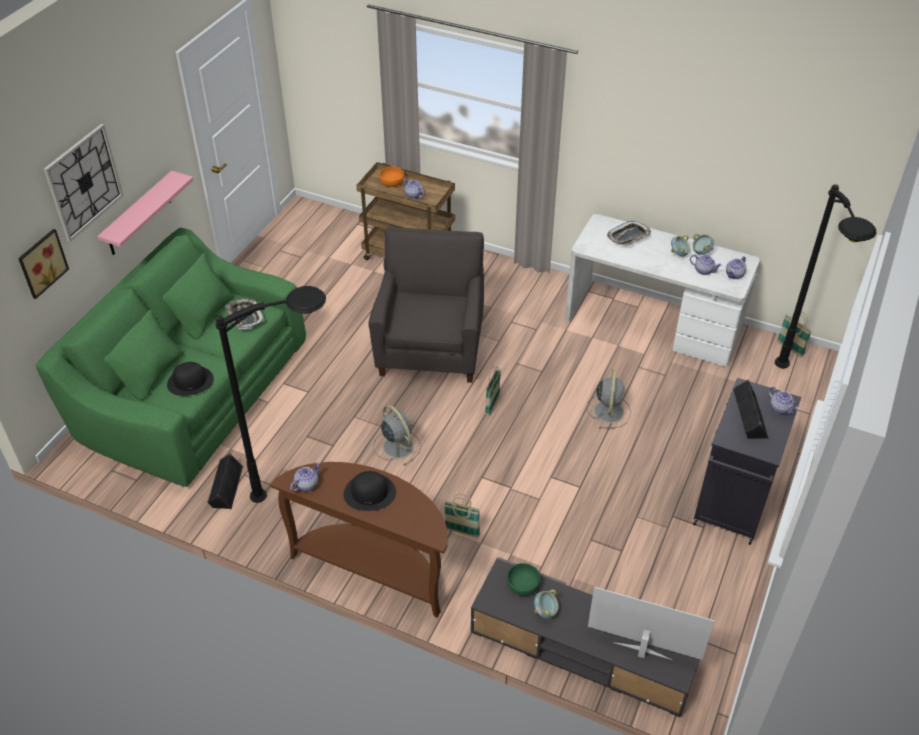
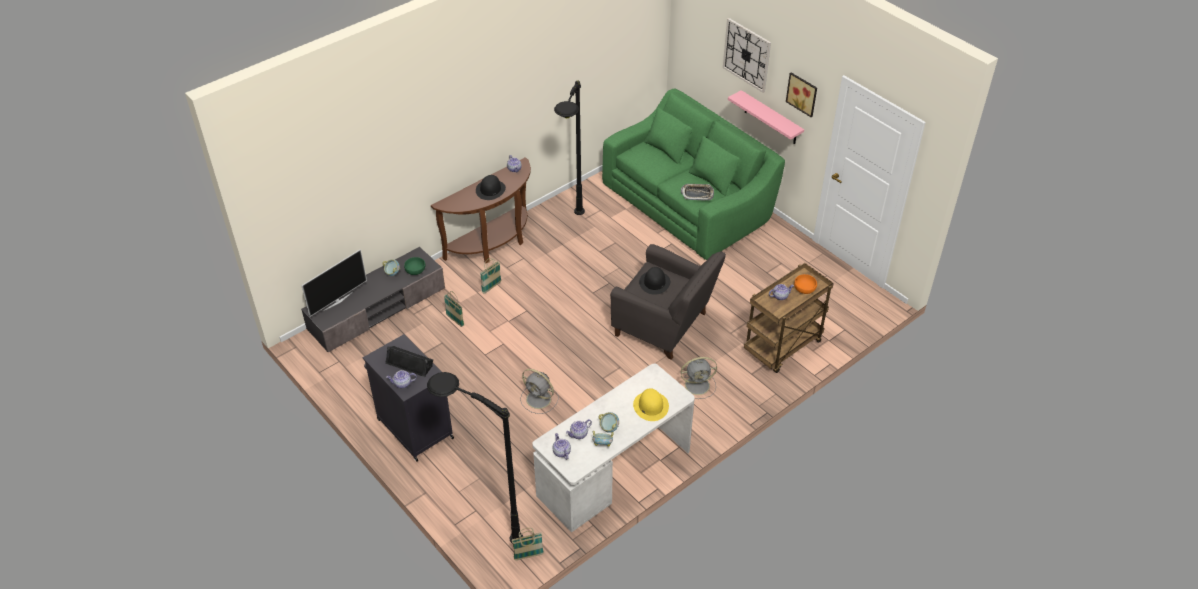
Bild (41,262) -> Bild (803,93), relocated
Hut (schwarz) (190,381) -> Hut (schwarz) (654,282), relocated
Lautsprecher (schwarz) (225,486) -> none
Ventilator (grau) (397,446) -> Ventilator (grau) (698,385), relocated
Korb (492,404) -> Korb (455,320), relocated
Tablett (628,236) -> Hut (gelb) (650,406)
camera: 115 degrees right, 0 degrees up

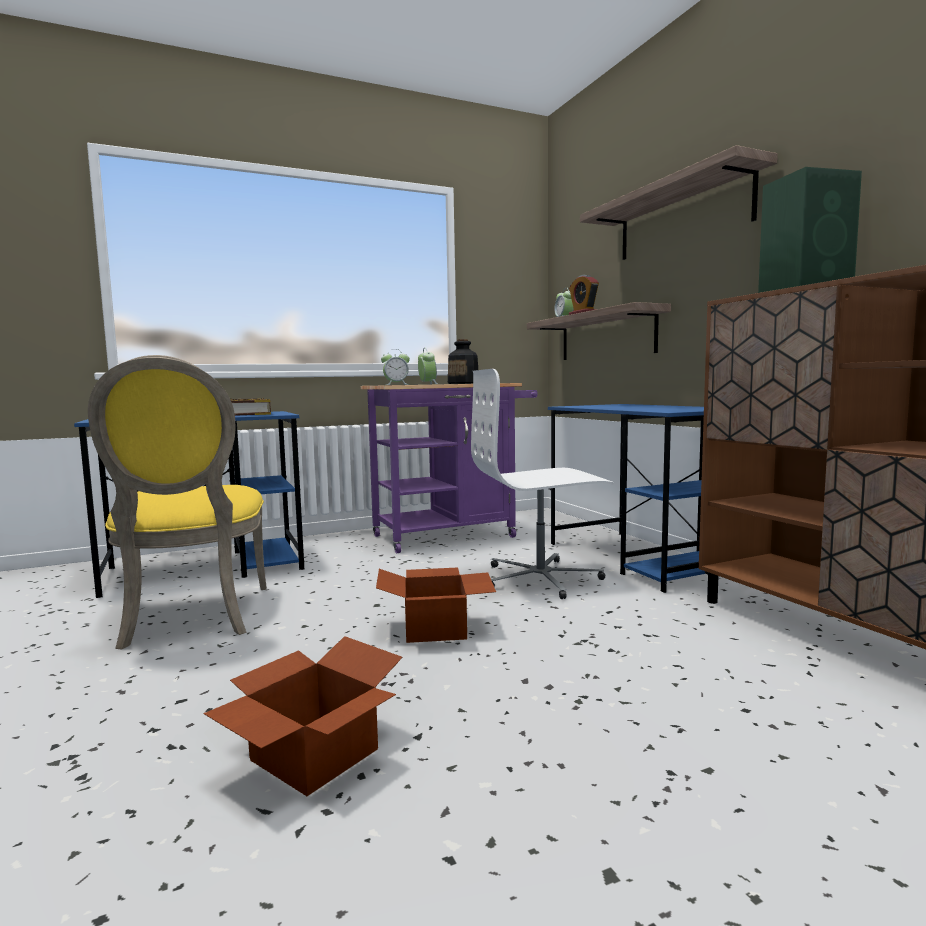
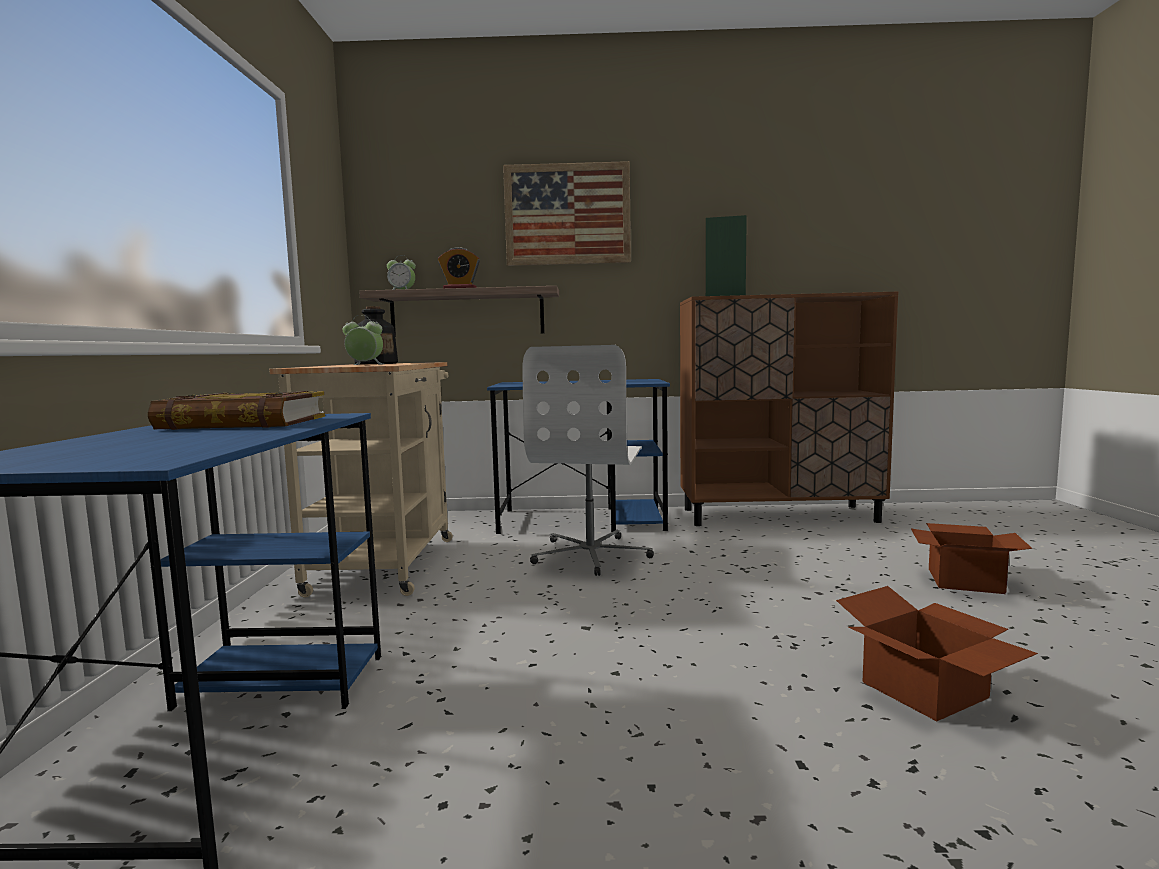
Stuhl (gelb) (191,618) -> none
Rollwagen (lila) (452,535) -> Rollwagen (beige) (387,561)
Karton (437,629) -> Karton (966,580), relocated
Wecker (396,384) -> none
Wandregal (682,217) -> Bild (567,215)
camera: 65 degrees left, 0 degrees up

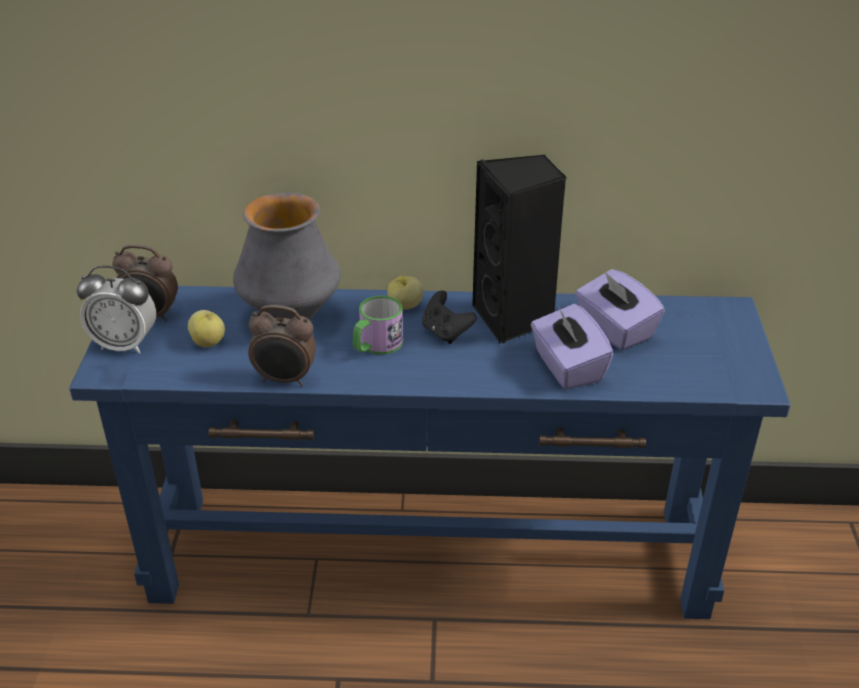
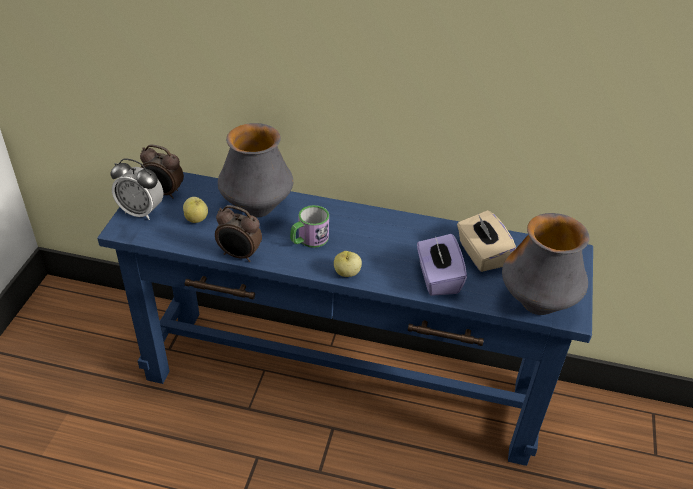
Apfel (405,306) -> Apfel (346,273), relocated
Gamepad (schwarz) (446,332) -> none
Lautsprecher (schwarz) (514,319) -> none
Taschentuchbox (lila) (614,329) -> Taschentuchbox (beige) (481,254)
none -> Vase (536,305)
camera: 10 degrees right, 5 degrees up

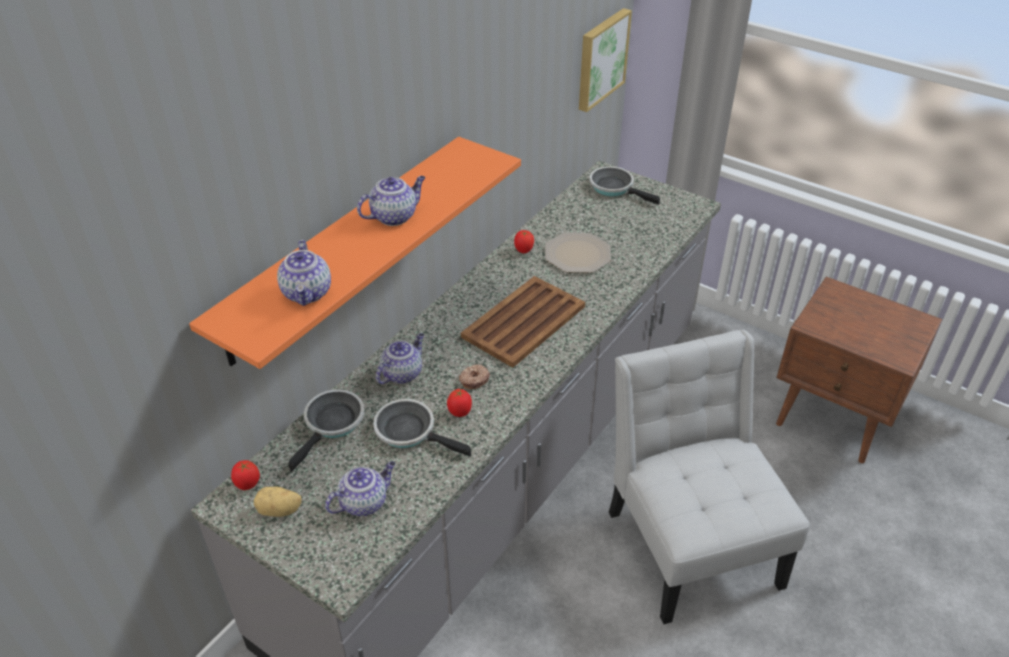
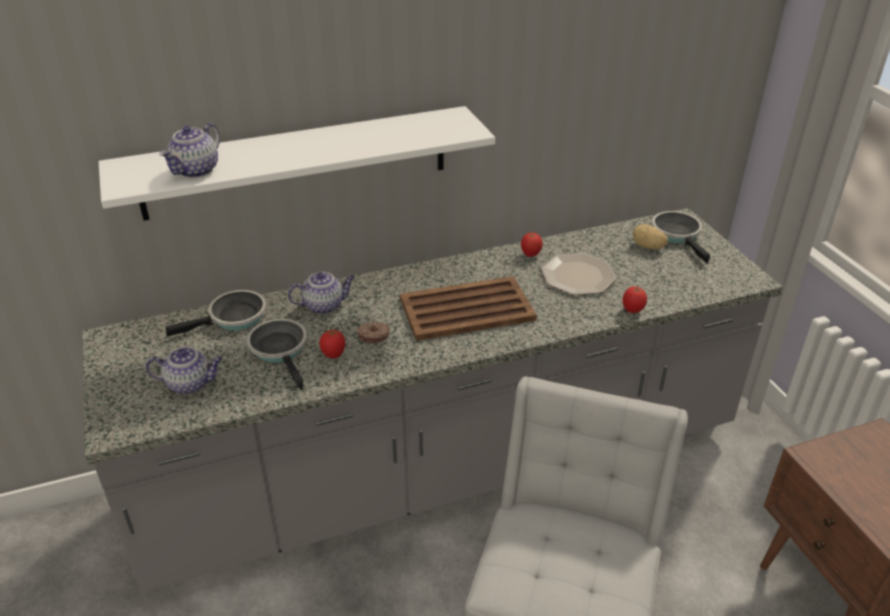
Wandregal (orange) (345,246) -> Wandregal (weiß) (297,162)
Tomate (248,485) -> Tomate (632,310), relocated
Kartoffel (279,511) -> Kartoffel (647,247), relocated
Teekanne (394,216) -> none
Bild (600,59) -> none
camera: 35 degrees right, 5 degrees down

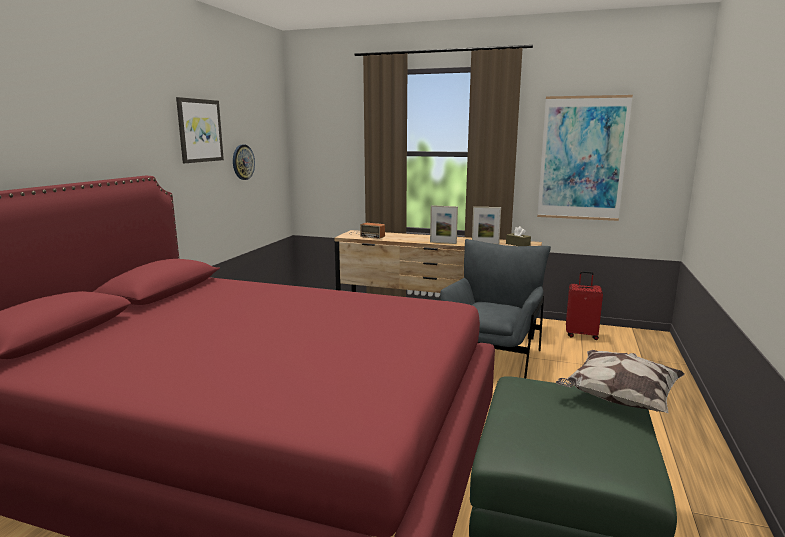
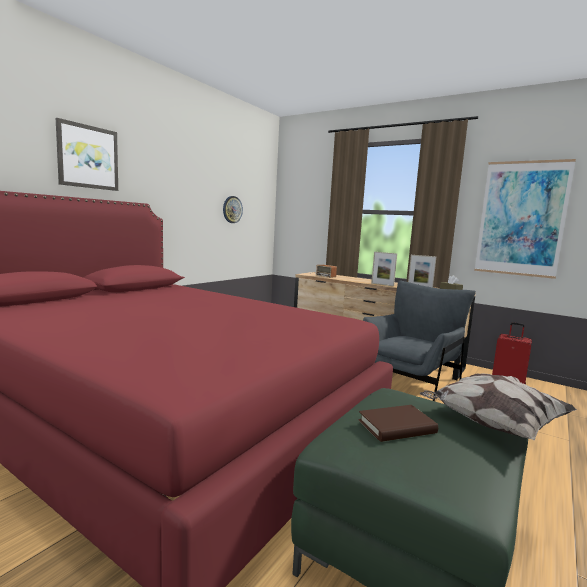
Bild (199,130) -> Bild (88,157), relocated
none -> Buch (braun) (397,427)
camera: 15 degrees right, 5 degrees down

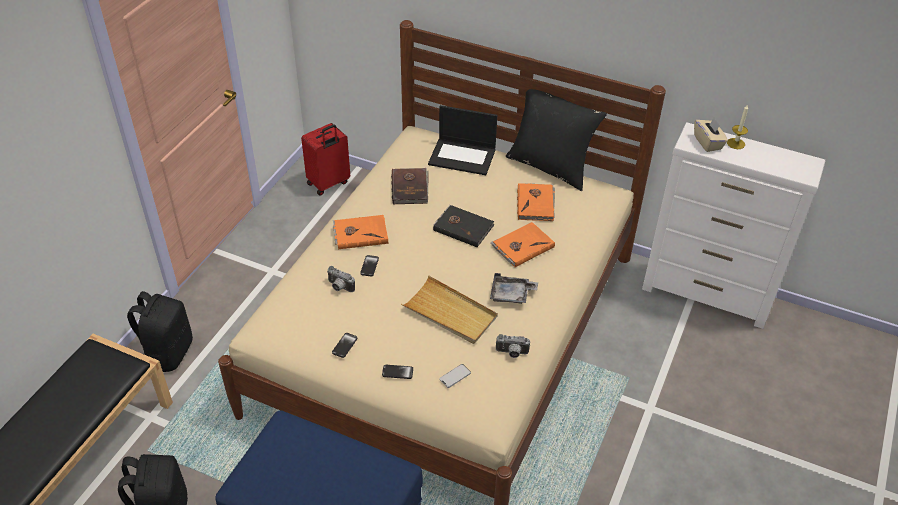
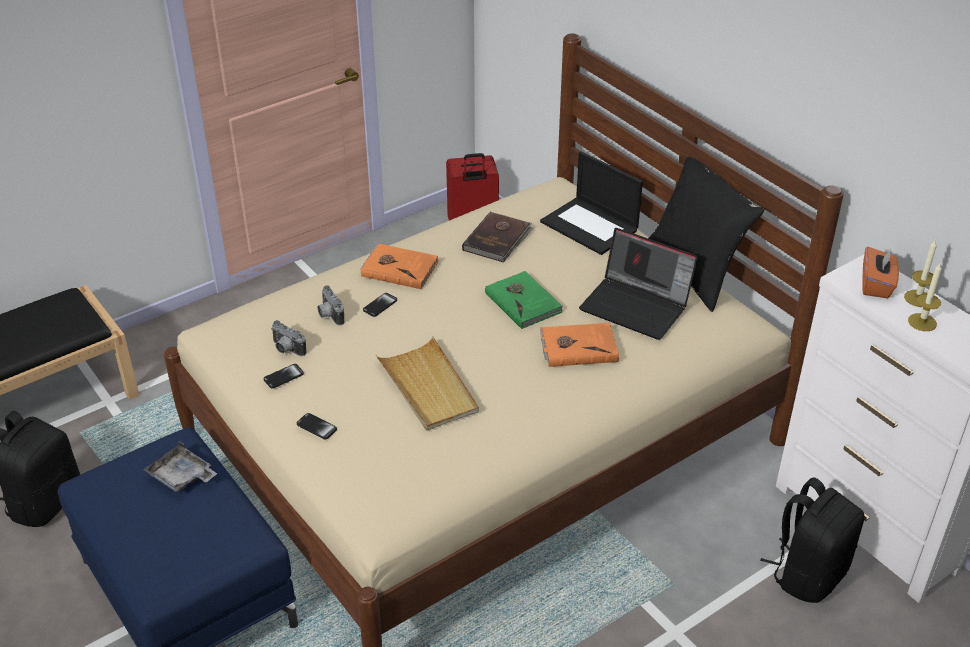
Rucksack (schwarz) (168,353) -> Rucksack (schwarz) (808,574), relocated
Buch (schwarz) (463,227) -> Buch (grün) (524,302)
Handy (455,376) -> none
Tablett (grau) (511,295) -> Tablett (grau) (181,477), relocated
Kamera (512,353) -> Kamera (286,349), relocated
Buch (orange) (536,204) -> Laptop (637,306)
Taschentuchbox (beige) (708,143) -> Taschentuchbox (orange) (876,285)
none -> Kerze (922,322)
camera: 30 degrees right, 5 degrees down

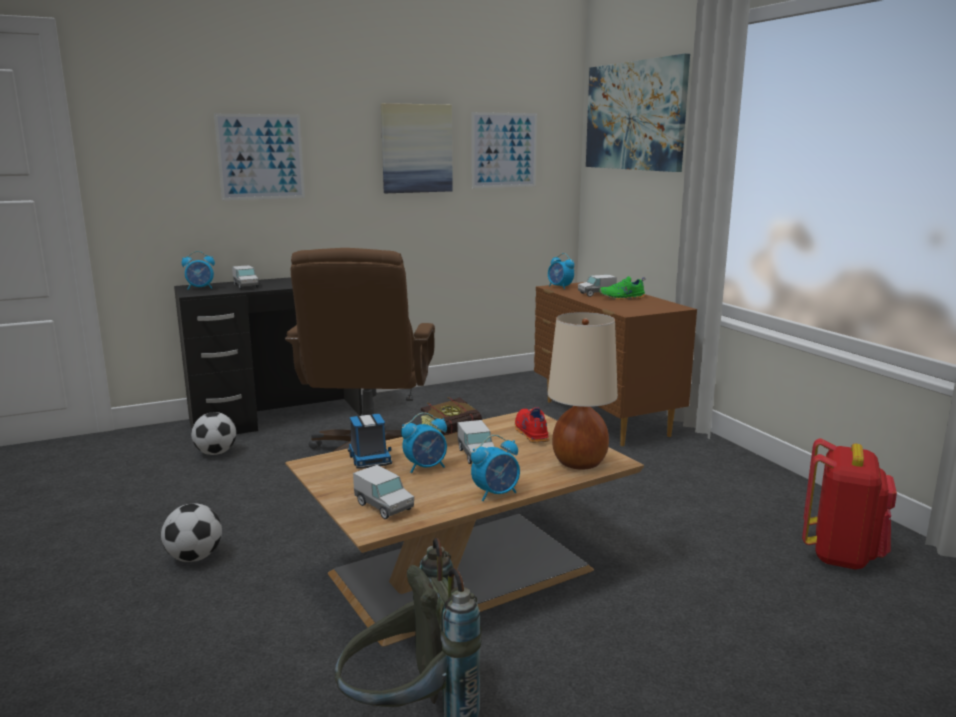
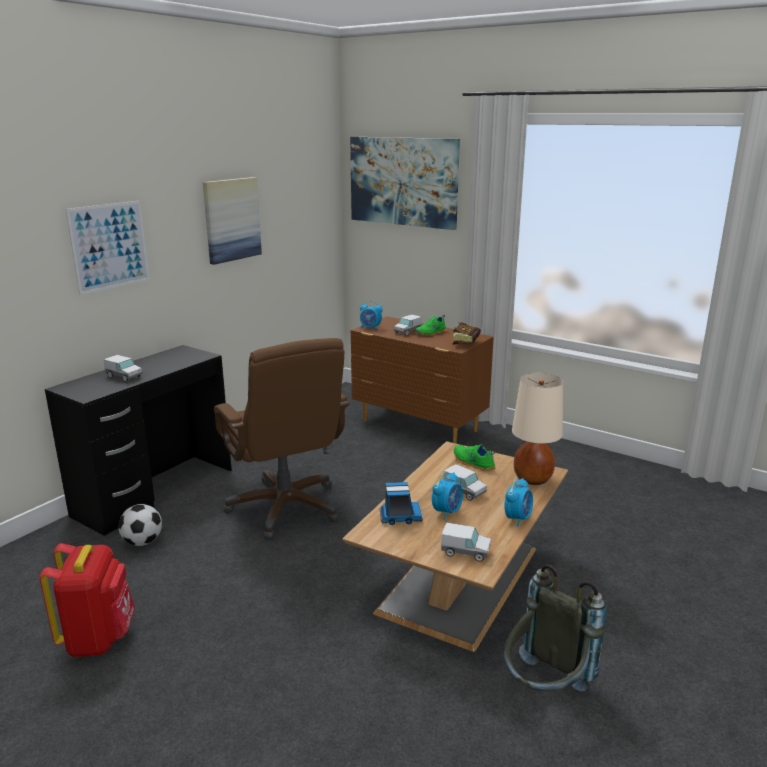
Fußball (194,557) -> none
Wecker (200,288) -> none
Spielzeuglaster (369,459) -> Spielzeuglaster (400,517), 45 degrees counterclockwise
Buch (456,434) -> Buch (466,343), relocated
Bild (504,150) -> none
Schuh (rot) (530,433) -> Schuh (grün) (473,463)
Rucksack (rot) (841,555) -> Rucksack (rot) (98,638), relocated
camera: 30 degrees left, 5 degrees up

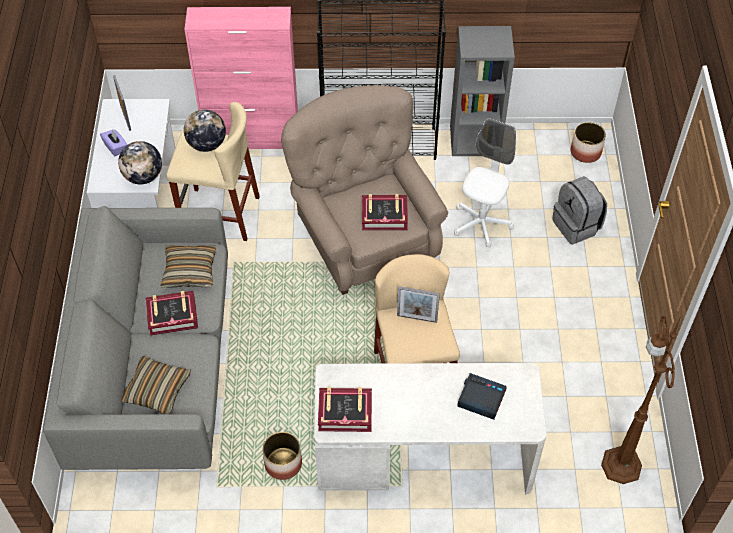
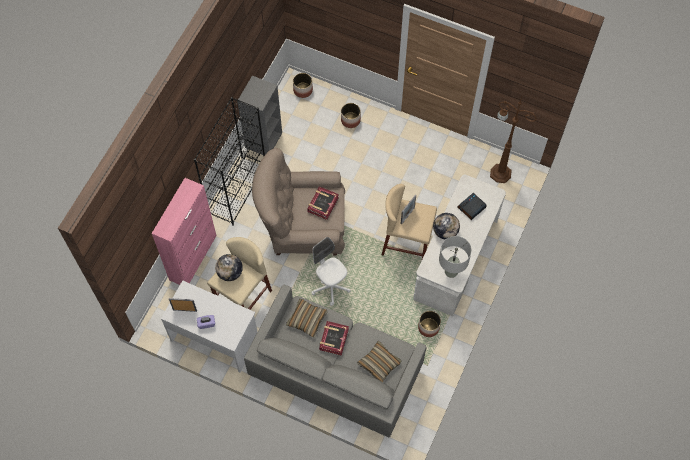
Globus (143,176) -> Globus (445,231), relocated
Buch (345,412) -> Tischlampe (grau) (451,272)
Bürostuhl (weiß) (481,224) -> Bürostuhl (weiß) (330,286), relocated
Rucksack (grau) (577,226) -> Pflanzkübel (350,120)
camera: 65 degrees left, 10 degrees up

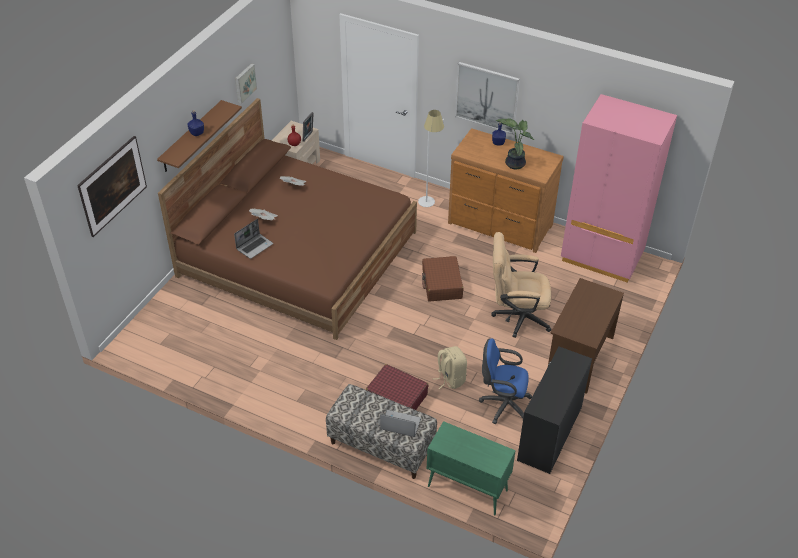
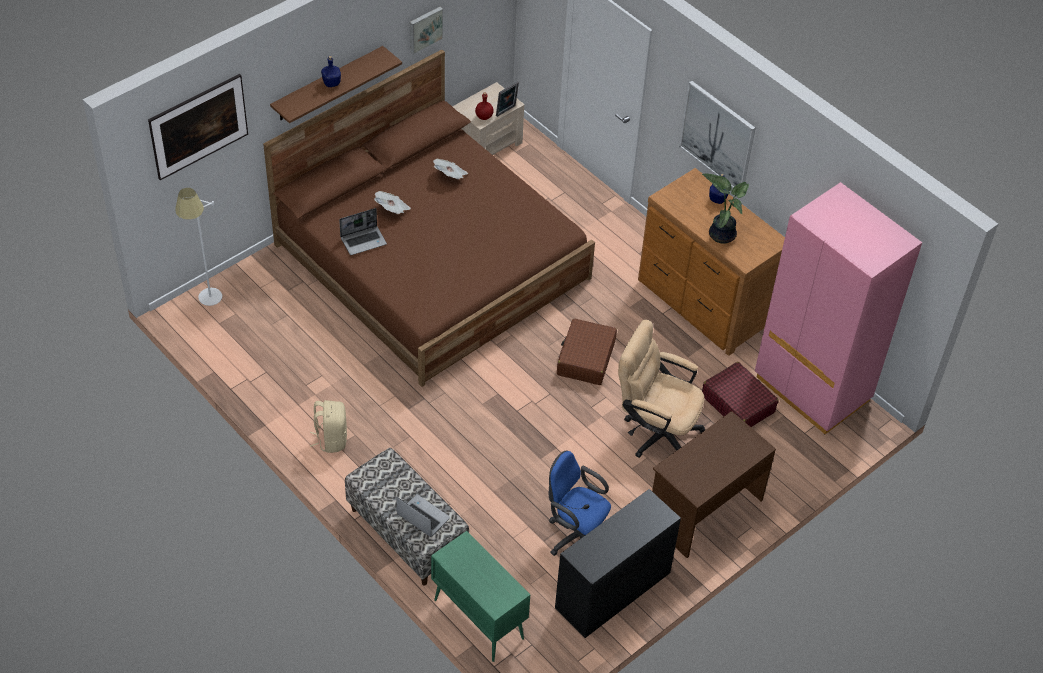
Koffer (rot) (396,397) -> Koffer (rot) (738,403), relocated
Stehlampe (weiß) (429,206) -> Stehlampe (weiß) (209,305), relocated
Rucksack (beige) (450,379) -> Rucksack (beige) (331,439), relocated
camera: 20 degrees right, 5 degrees up

